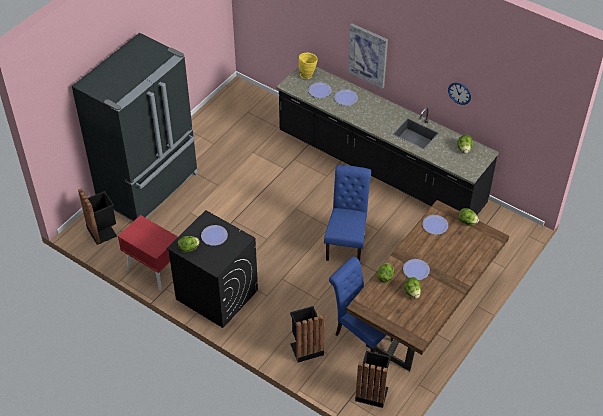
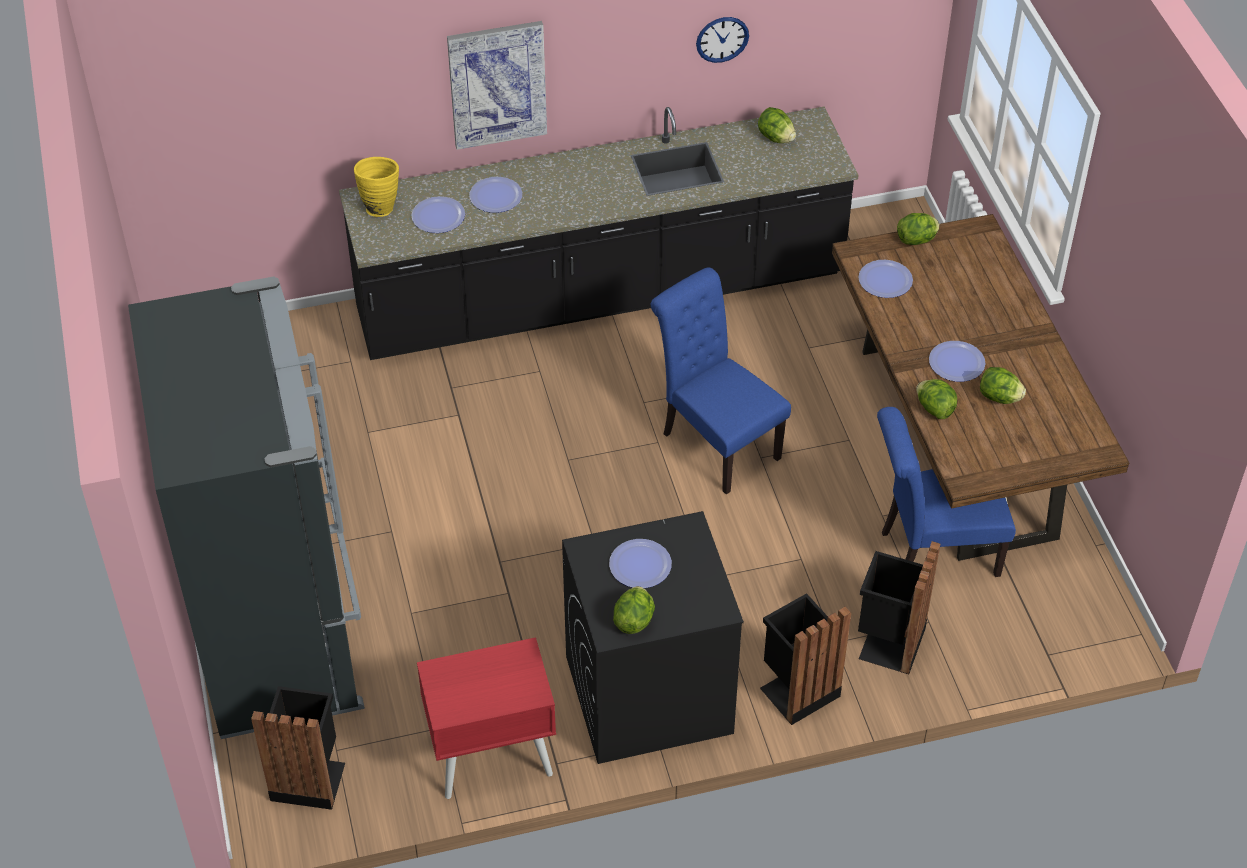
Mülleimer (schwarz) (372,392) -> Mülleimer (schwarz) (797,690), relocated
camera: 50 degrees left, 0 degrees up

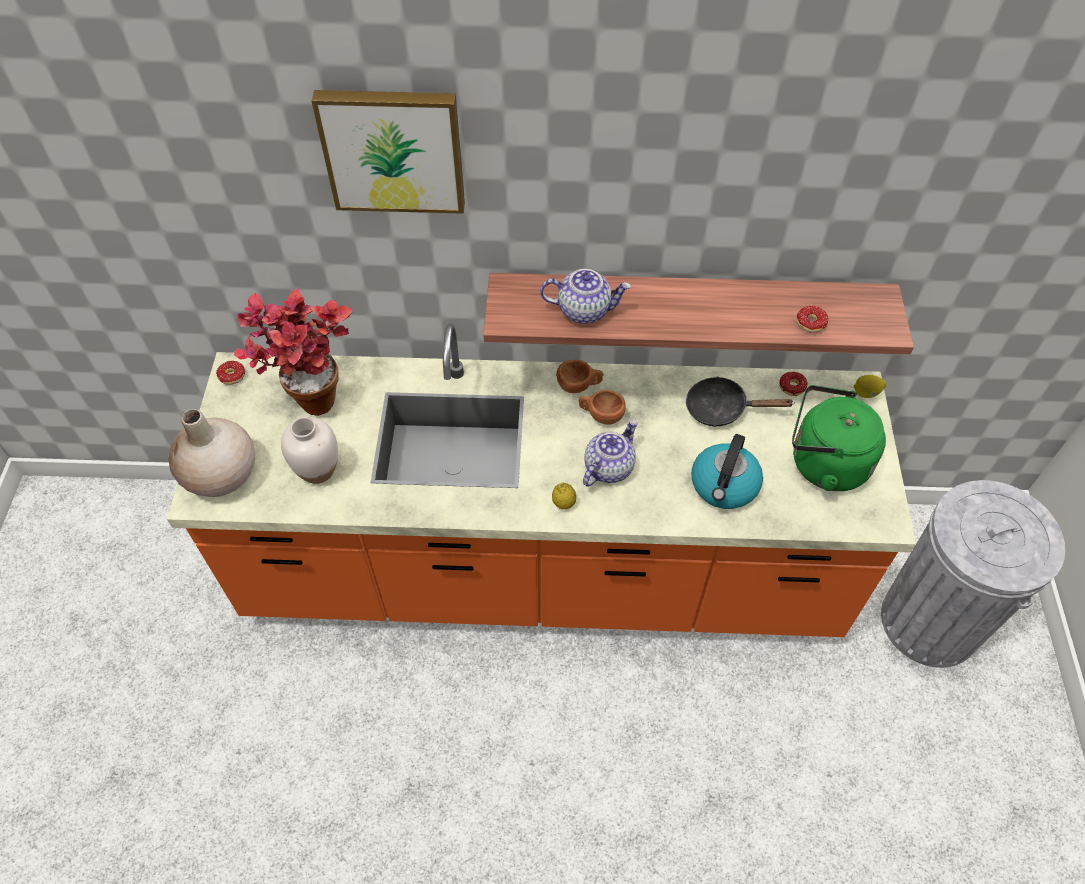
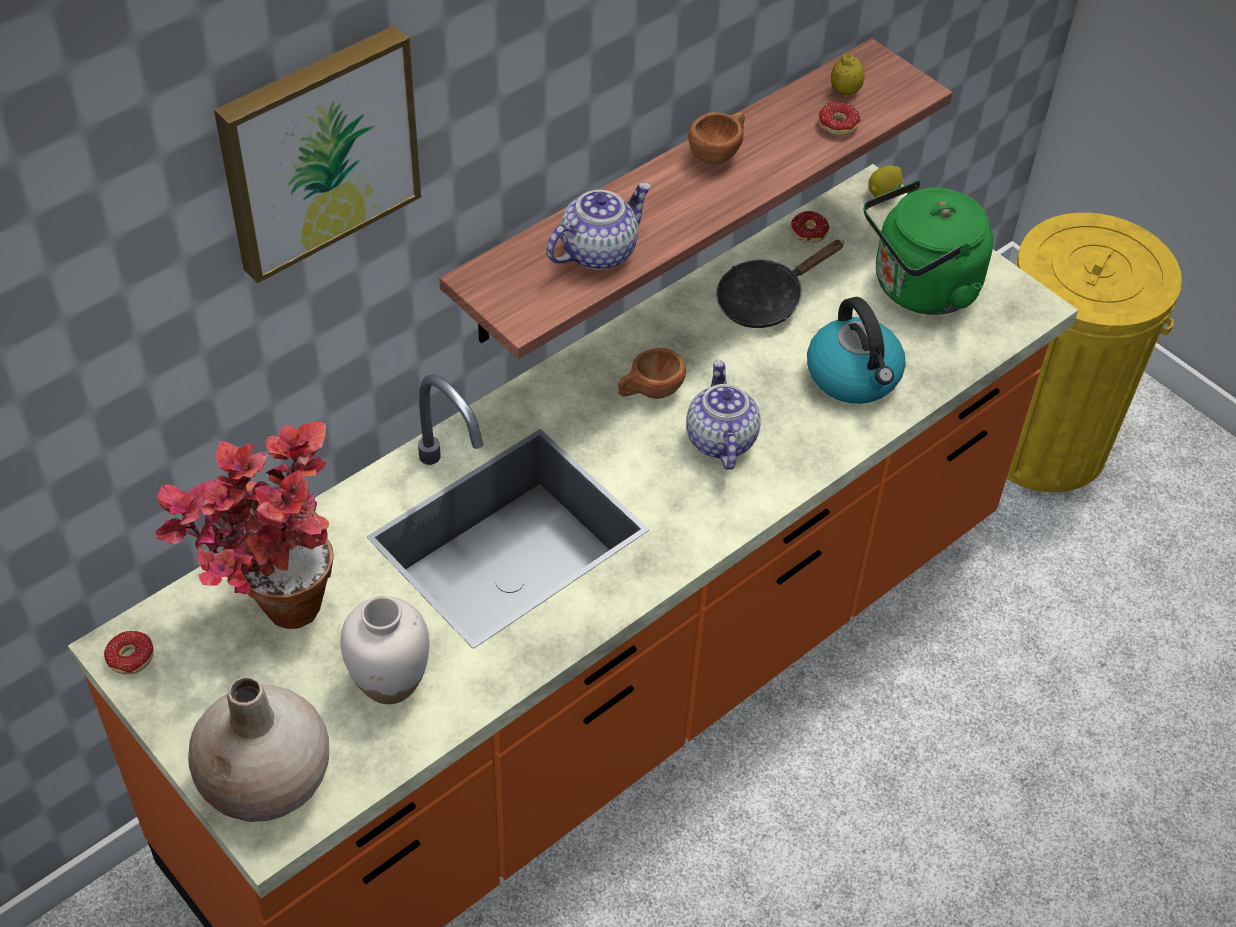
Zitrone (563,503) -> Zitrone (845,91), relocated
Tasse (braun) (579,386) -> Tasse (braun) (719,152), relocated
Mülleimer (grau) (930,622) -> Mülleimer (gelb) (1042,441)
camera: 45 degrees left, 5 degrees down

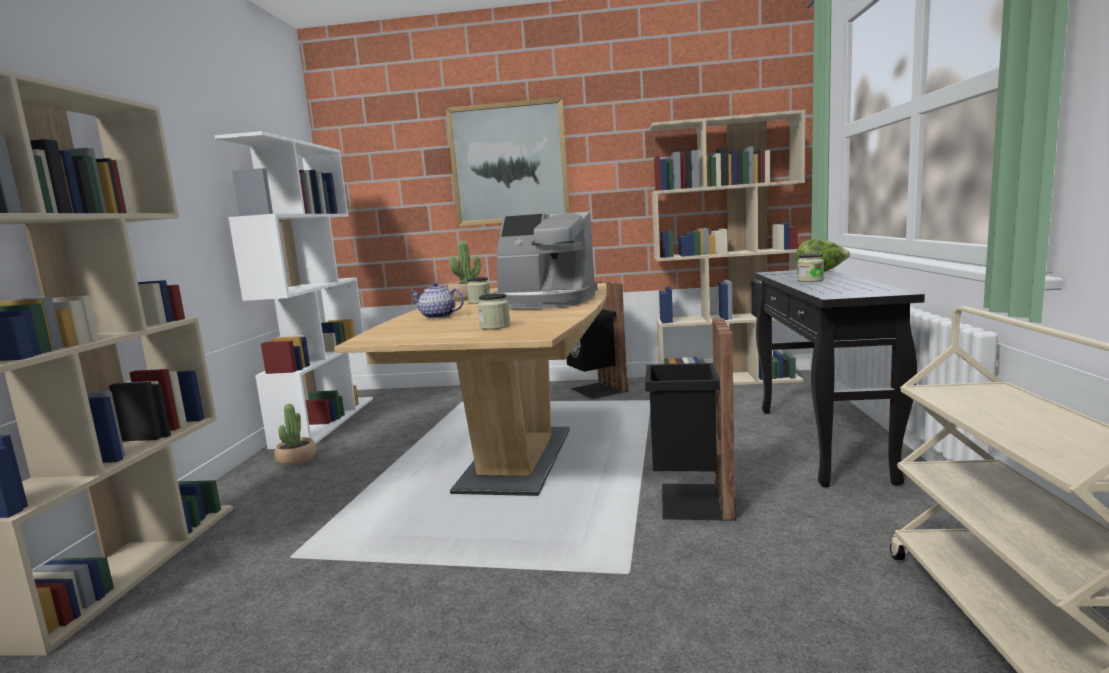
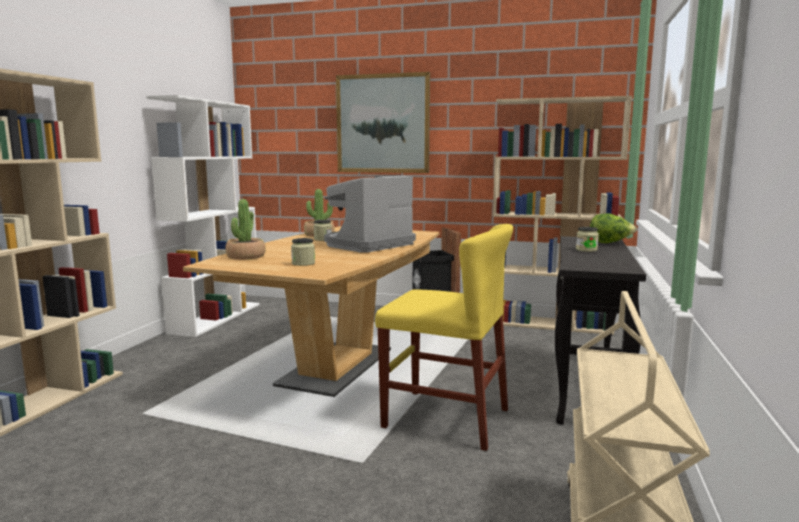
Topfpflanze (296,459) -> Topfpflanze (245,256), relocated
Teekanne (438,316) -> none
Kaffeemaschine (544,302) -> Kaffeemaschine (367,245), 105 degrees clockwise
Mülleimer (schwarz) (691,501) -> Stuhl (gelb) (446,418)
camera: 10 degrees right, 0 degrees up

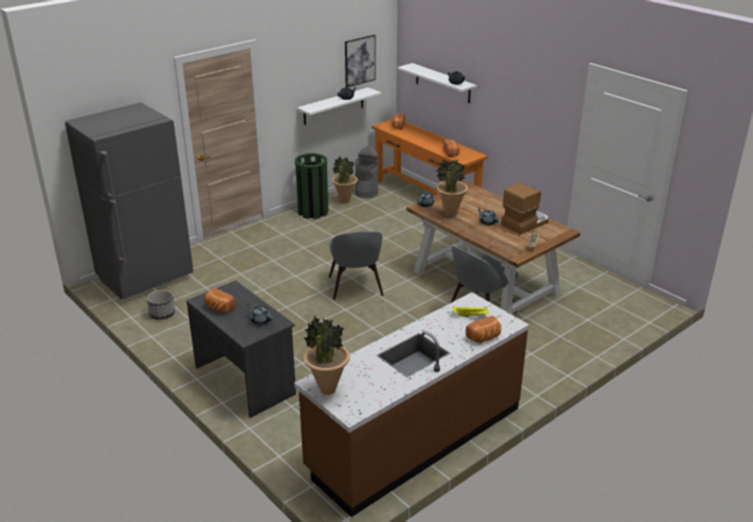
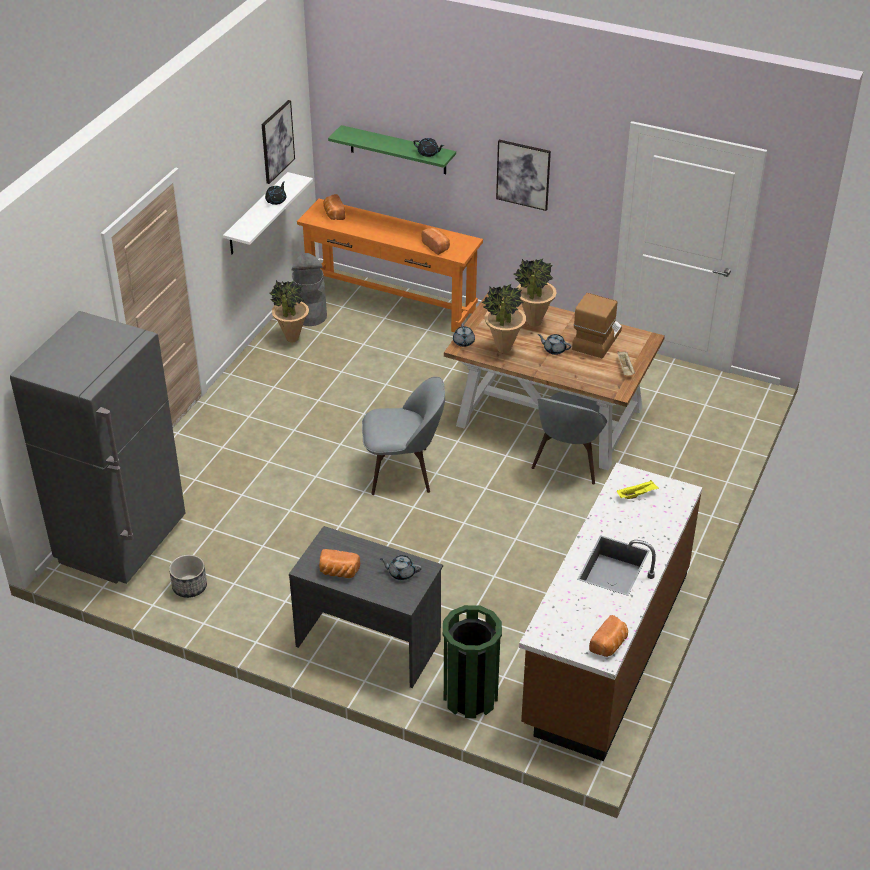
Mülleimer (grün) (313,212) -> Mülleimer (grün) (470,696), relocated
Topfpflanze (327,390) -> Topfpflanze (534,322), relocated
Stuhl (grau) (356,287) -> Stuhl (grau) (403,471), 60 degrees counterclockwise
Wandregal (weiß) (443,83) -> Wandregal (grün) (398,150)
Brot (484,338) -> Brot (609,645), relocated
none -> Bild (523,174)
camera: 25 degrees left, 10 degrees up

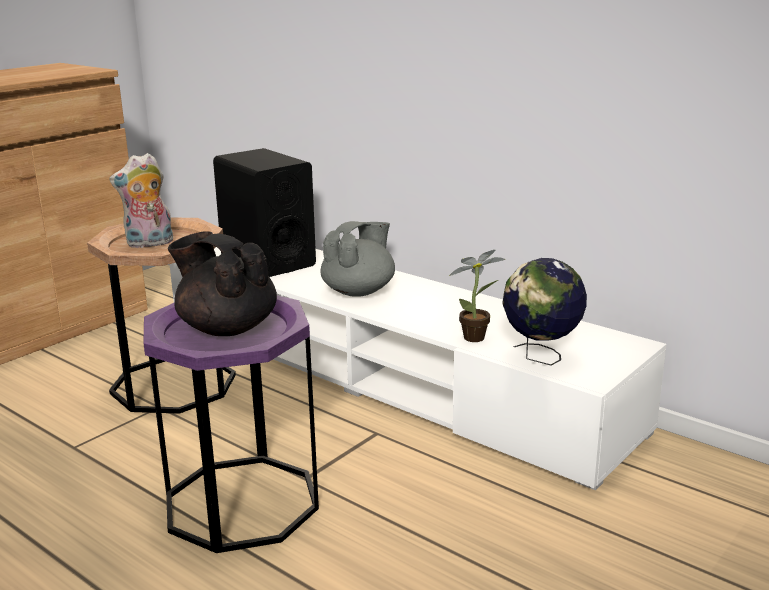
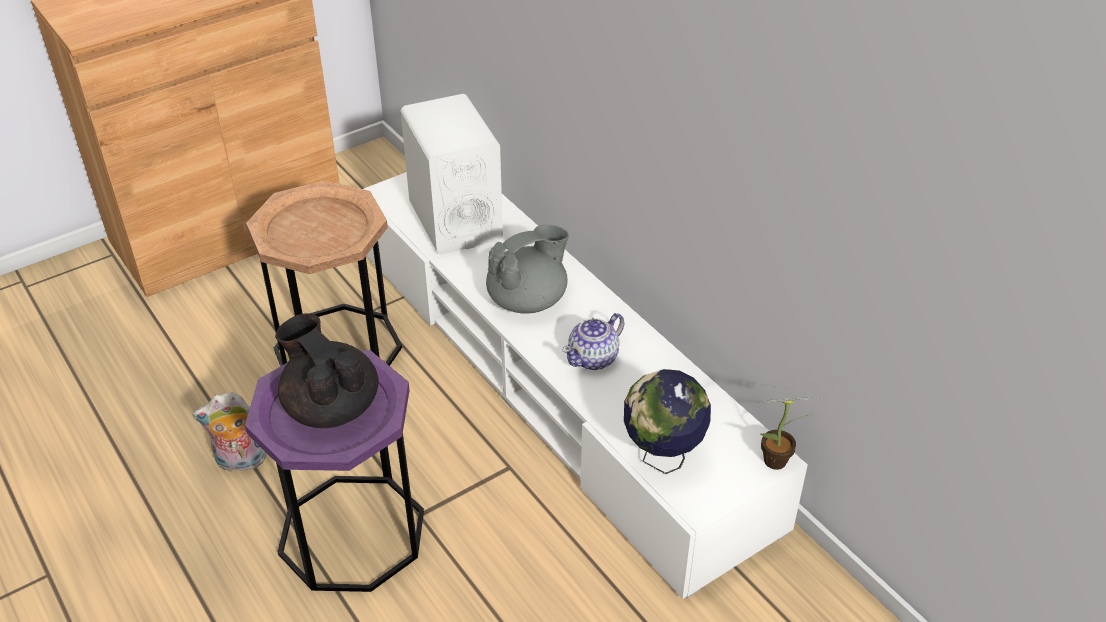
Plüschtier (149,244) -> Plüschtier (239,462), relocated
Lautsprecher (schwarz) (267,260) -> Lautsprecher (weiß) (455,220)
Topfpflanze (478,337) -> Topfpflanze (779,461), relocated
none -> Teekanne (594,358)
camera: 15 degrees right, 20 degrees up

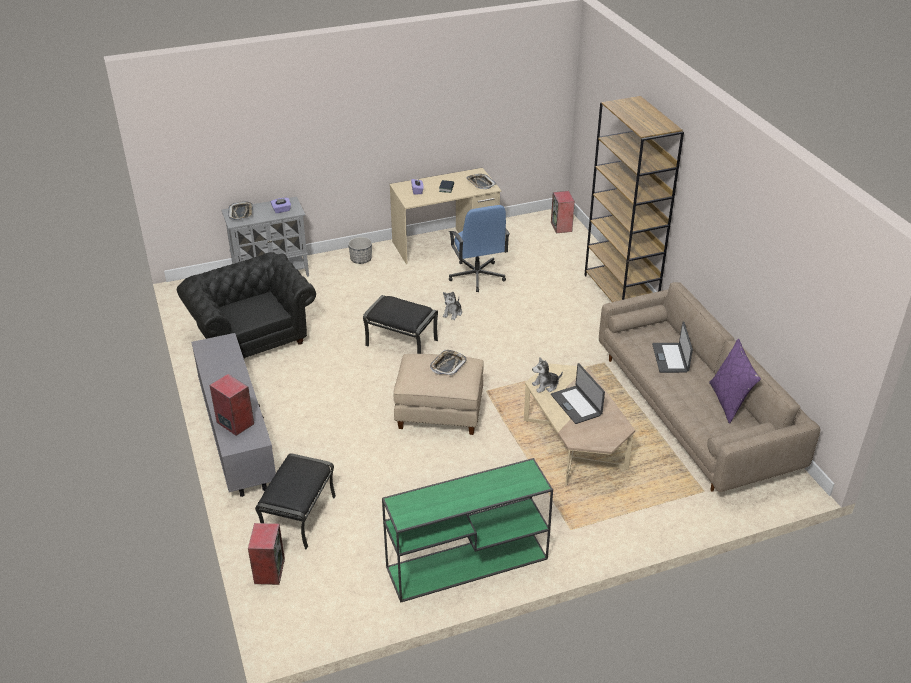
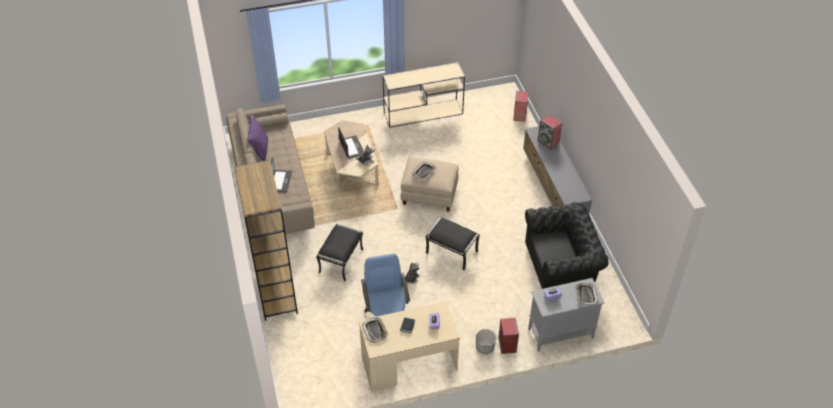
Sessel (schwarz) (252,336) -> Sessel (schwarz) (561,266), 75 degrees counterclockwise
Polsterhocker (schwarz) (299,516) -> Polsterhocker (schwarz) (341,261), relocated
Konsolentisch (grün) (465,564) -> Konsolentisch (beige) (424,113)
Lautsprecher (561,227) -> Lautsprecher (507,344), relocated
camera: 175 degrees left, 10 degrees up

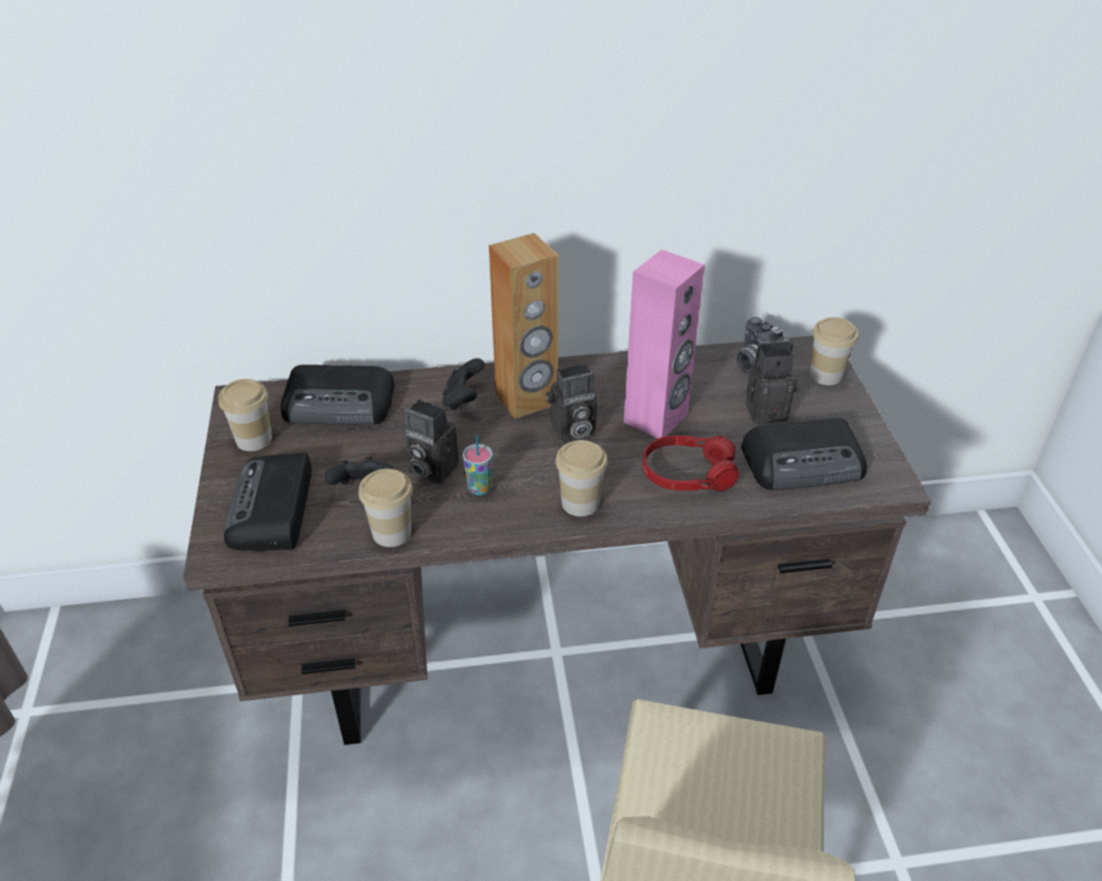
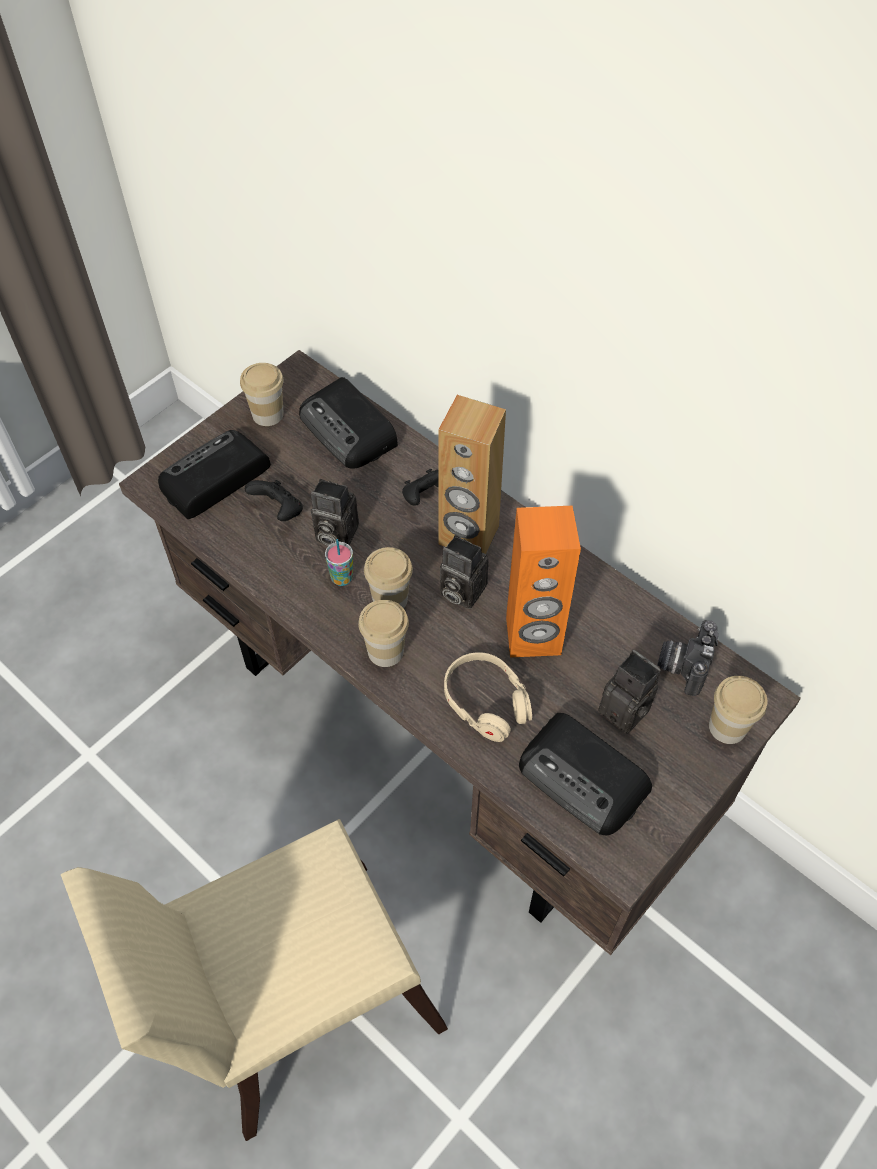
Tasse (391,532) -> Tasse (390,599), relocated
Kamera (430,469) -> Kamera (334,534), 60 degrees counterclockwise
Lautsprecher (rosa) (656,419) -> Lautsprecher (orange) (533,637)
Kopfhörer (rot) (688,474) -> Kopfhörer (beige) (486,702)
camera: 50 degrees right, 15 degrees up

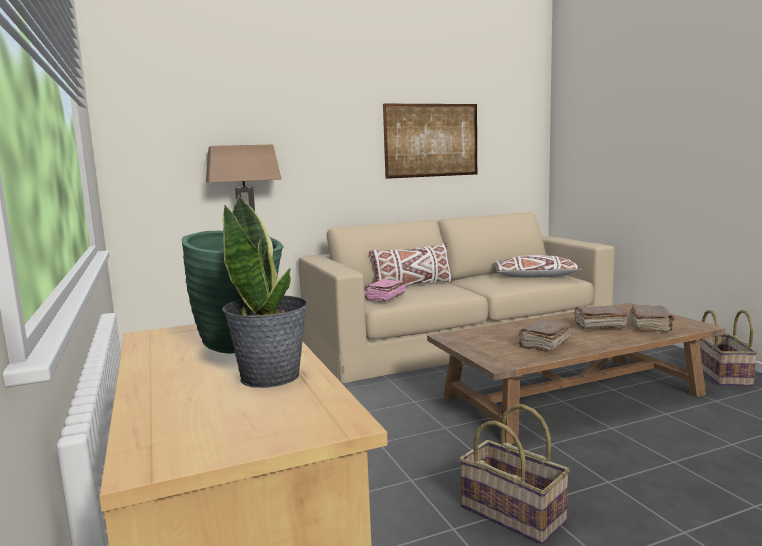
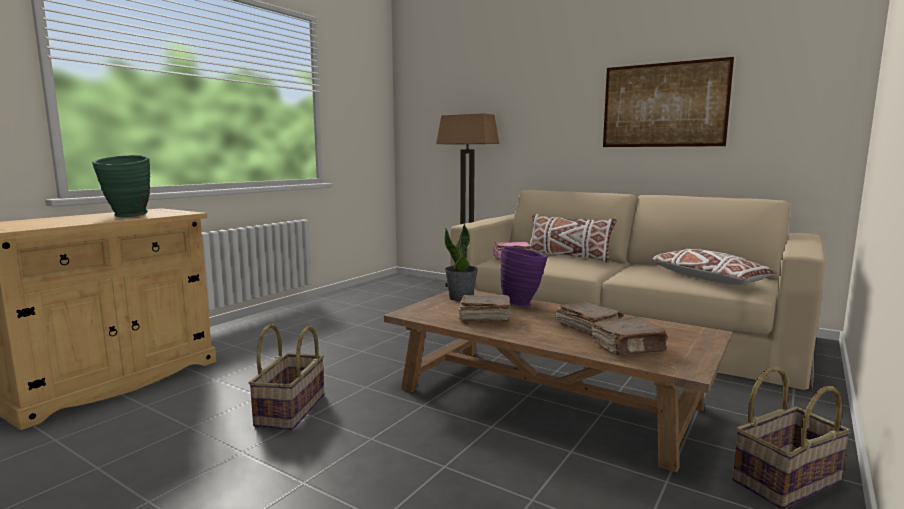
Topfpflanze (271,376) -> Topfpflanze (461,298), relocated
none -> Vase (lila) (523,304)
camera: 55 degrees right, 0 degrees up

